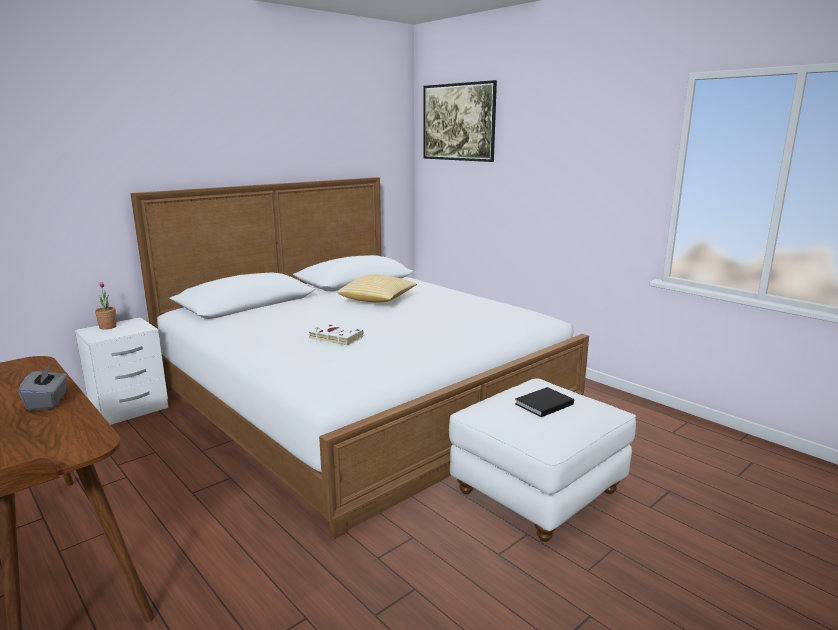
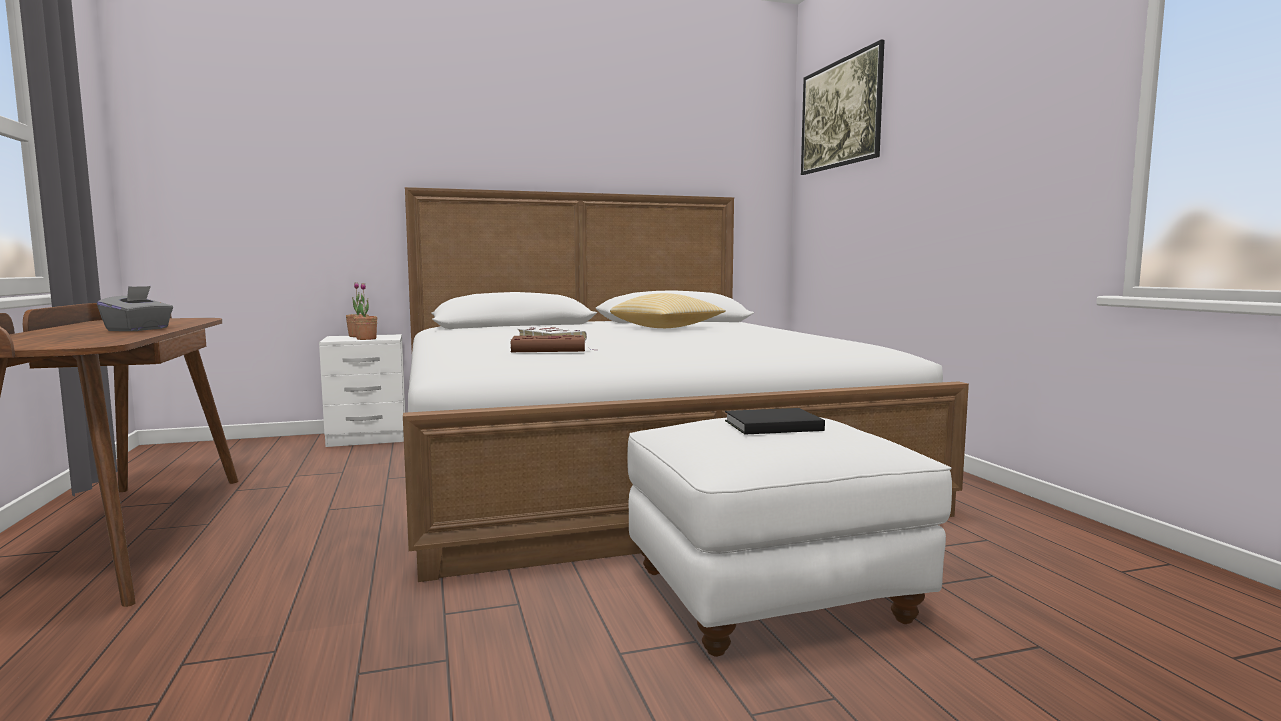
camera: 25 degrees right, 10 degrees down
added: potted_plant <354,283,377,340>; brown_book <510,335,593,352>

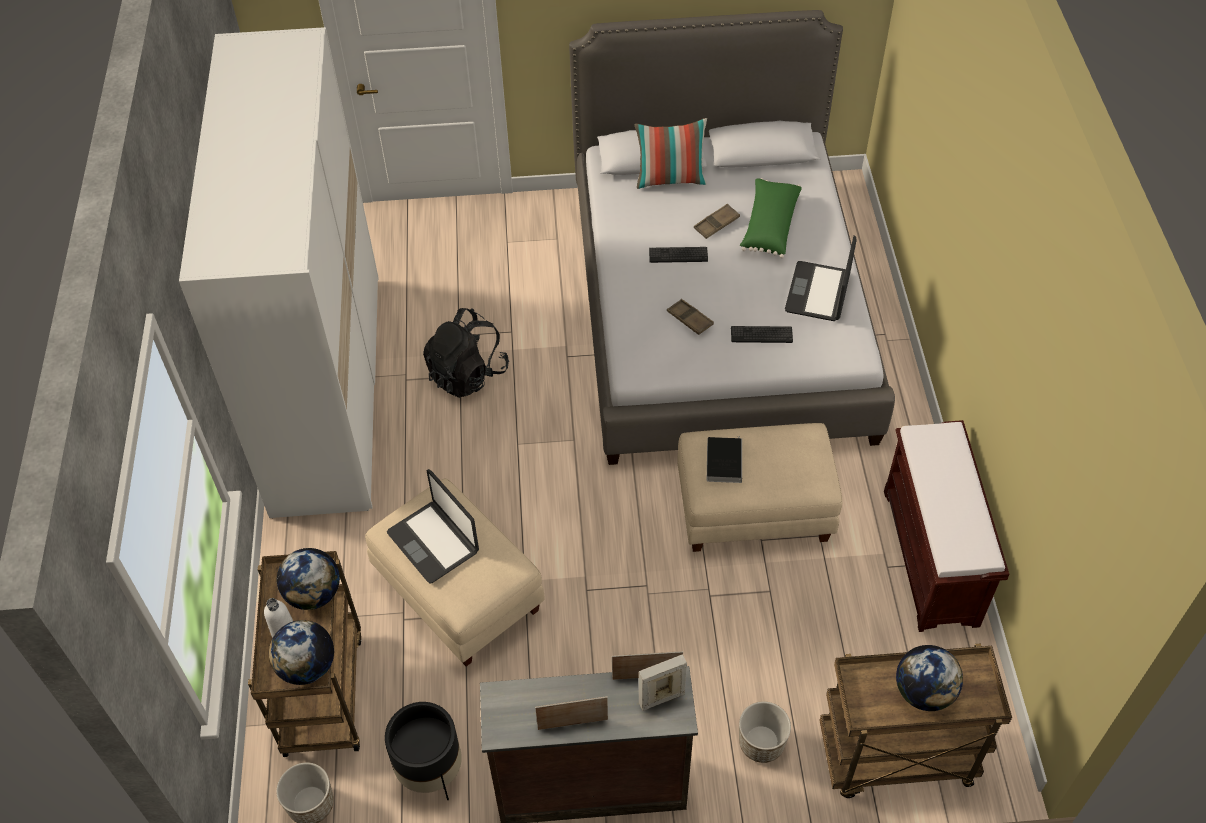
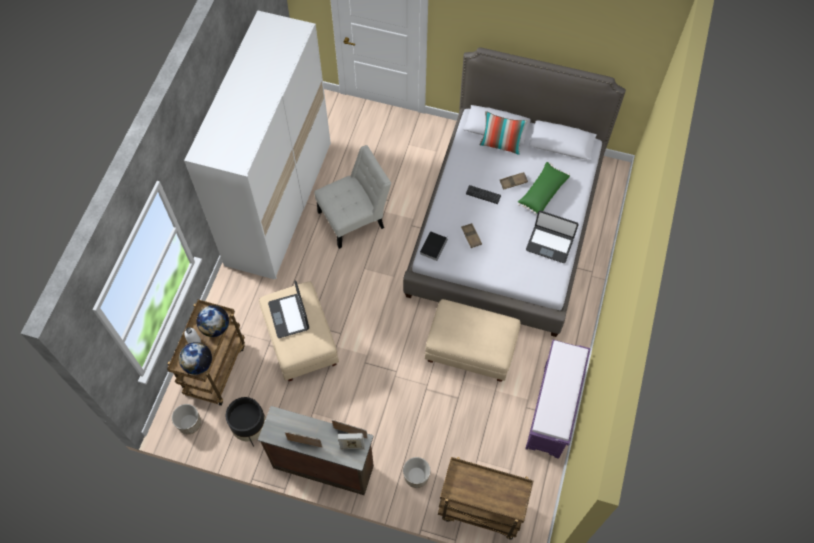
camera: 20 degrees right, 10 degrees up
removed: keyboard <731,326,793,343>; globe <896,645,963,711>
moved: book <707,436,742,483> to <420,231,448,261>
replaced: black_backpack <423,308,509,398> to white_chair <315,145,391,249>
recoloured: brown_bench <884,420,1009,632> to purple_bench <525,340,591,459>
turned: laptop <785,235,857,321> = <526,210,578,263> 105 degrees counterclockwise

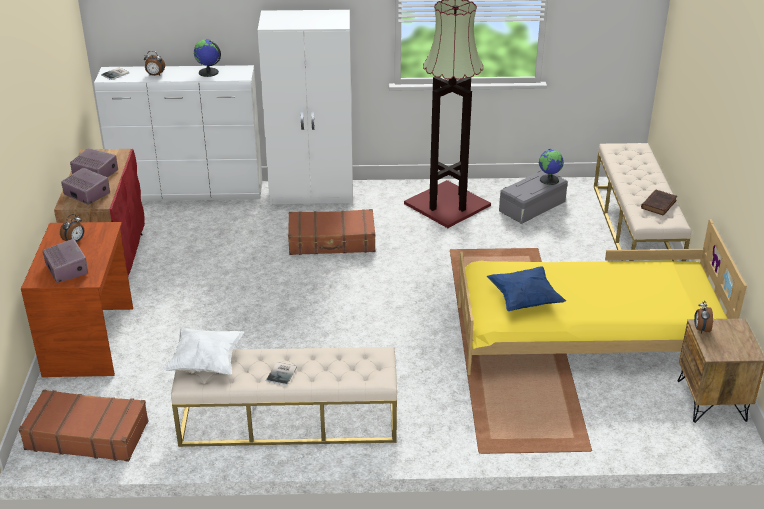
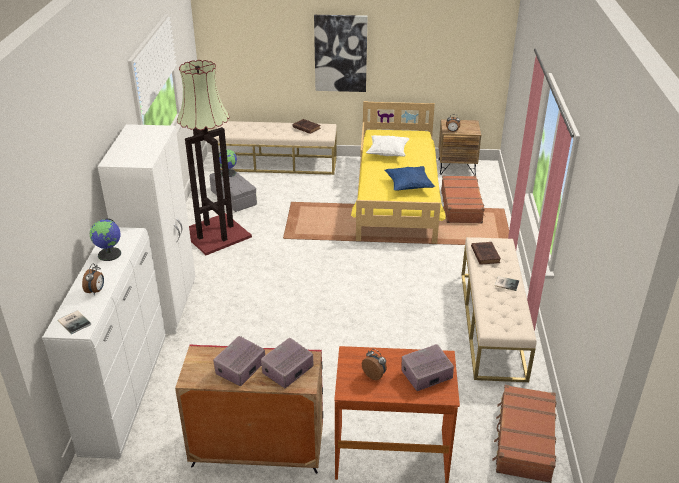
camera: 85 degrees left, 0 degrees up
added: picture <314,15,368,92>; brown_book <471,242,501,265>
moved: white_pillow <164,328,244,375> to <366,135,410,157>; brown_suitcase <288,209,375,255> to <441,175,485,223>

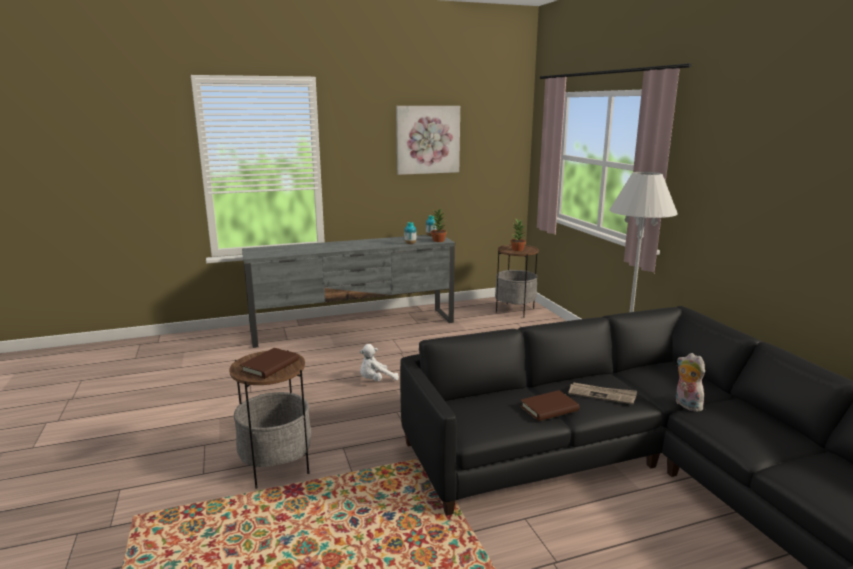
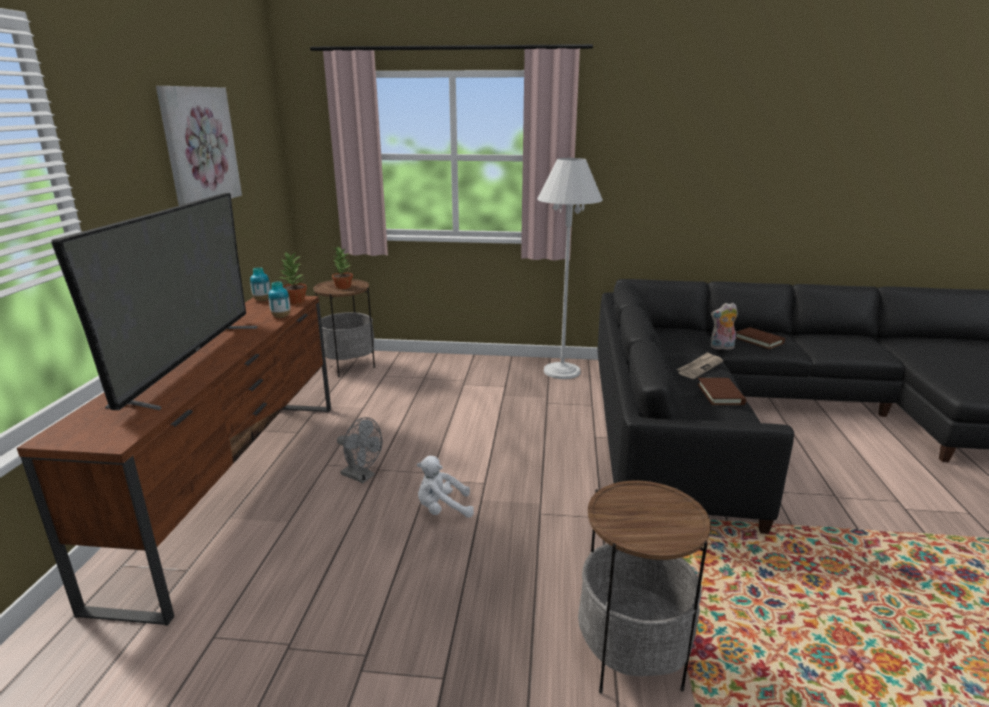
camera: 65 degrees left, 5 degrees up
added: television <51,193,258,410>; grey_fan <337,417,382,483>
moved: brown_book <240,348,299,379> to <736,327,785,349>
recoloured: grey_tv_stand <242,235,455,348> to brown_tv_stand <17,296,331,626>
turned: white_plush_toy <359,344,399,381> = <417,456,474,518> 90 degrees clockwise

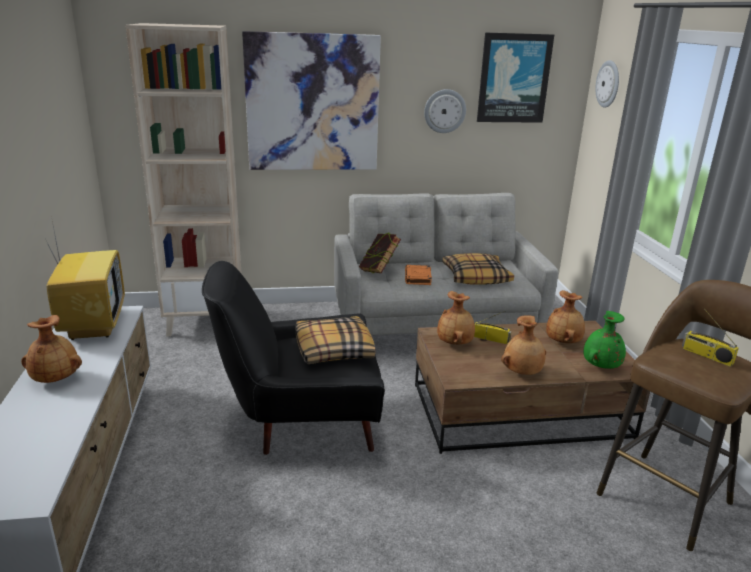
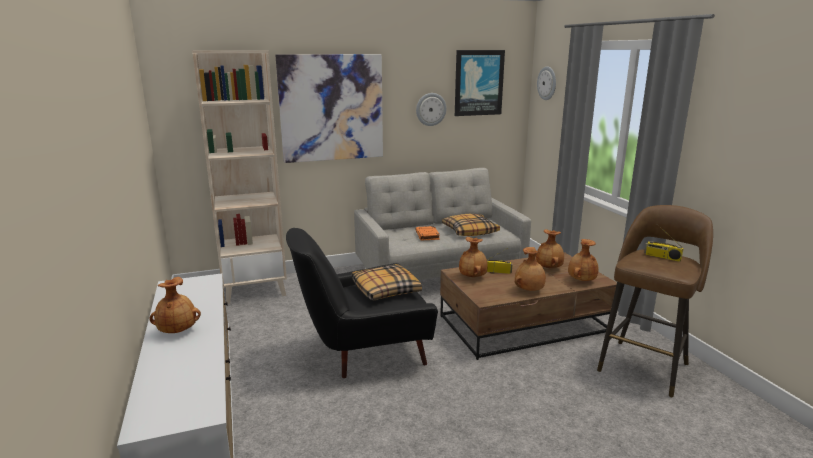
camera: 10 degrees left, 5 degrees down
removed: television <46,216,125,340>; book <359,232,401,274>
recoloured: green_vase <583,311,626,369> to brown_vase <568,239,599,281>

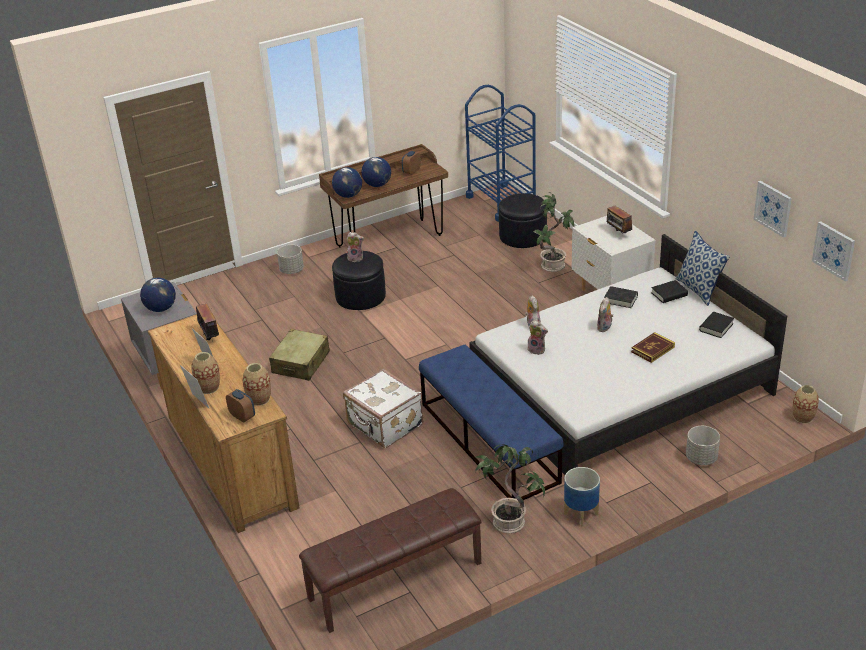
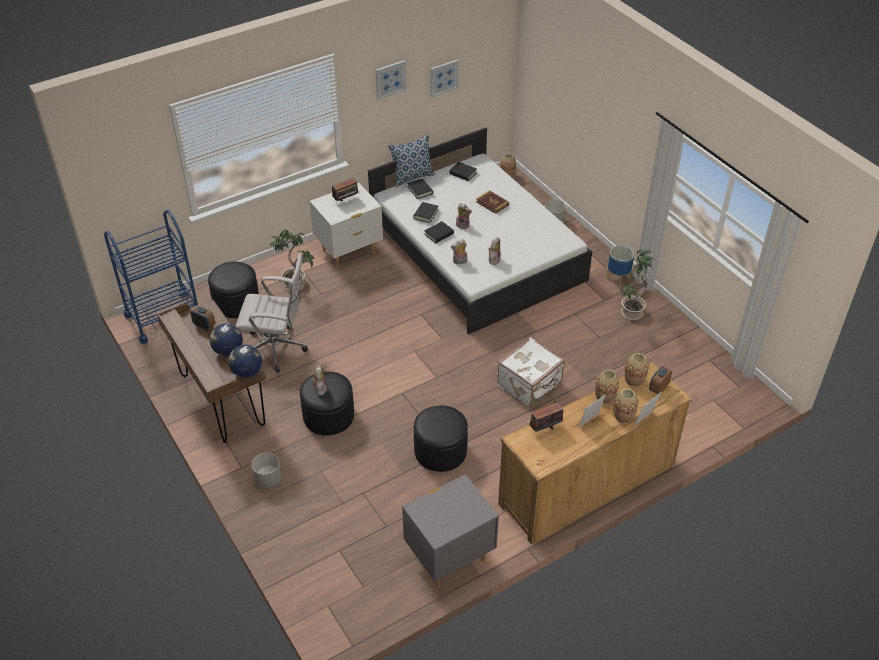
camera: 95 degrees left, 10 degrees up
removed: globe <140,278,176,312>; brown_bench <299,488,482,633>; blue_bench <419,345,564,500>
added: white_office_chair <236,253,308,372>; black_book <424,221,454,243>; vase <595,369,619,404>
moved: picture <812,221,855,282> to <376,60,406,100>
replaced: beige_suitcase <269,329,330,381> to black_ottoman <414,406,468,472>

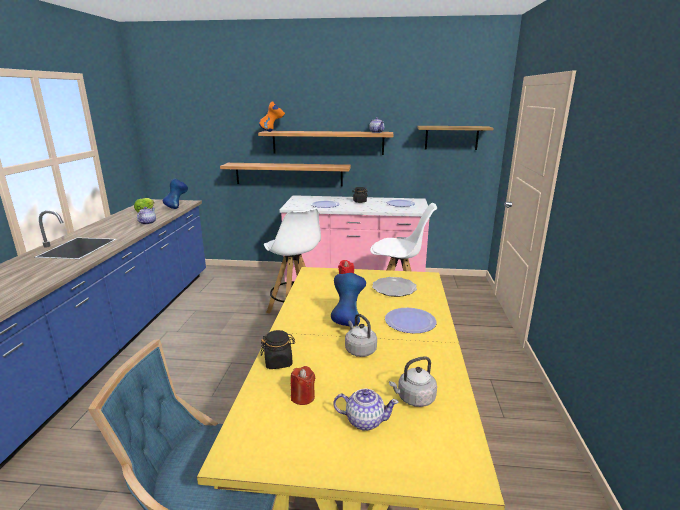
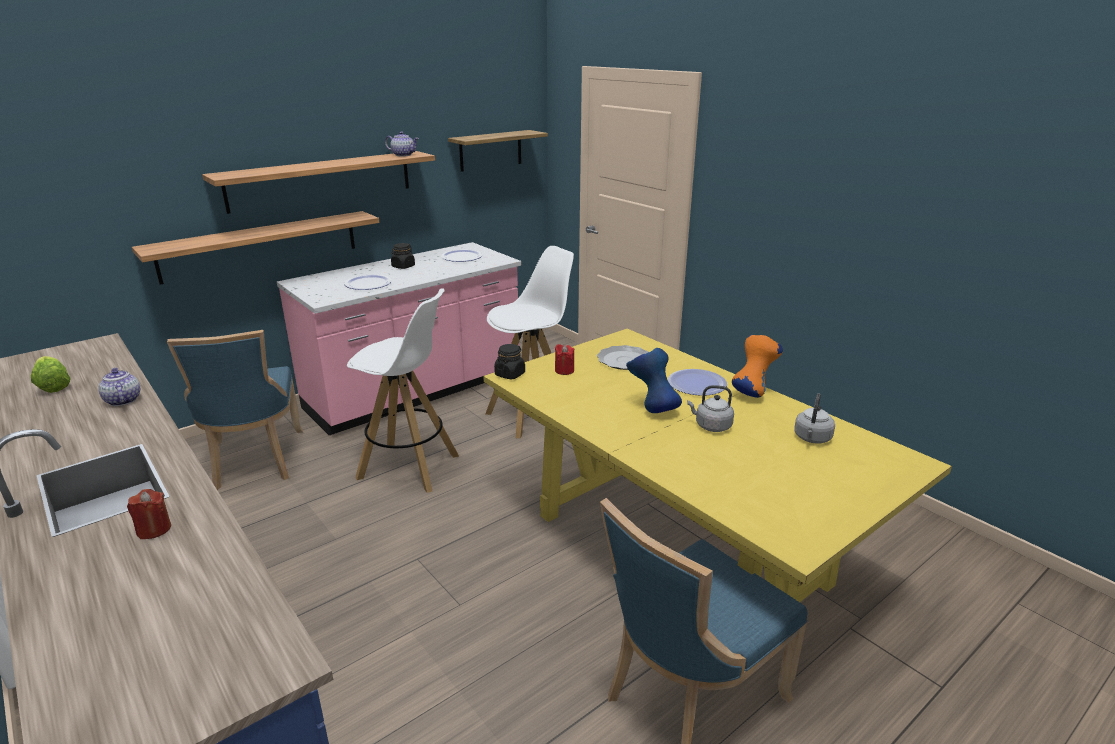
camera: 45 degrees left, 5 degrees up
removed: blue_vase <163,179,188,209>; teapot <334,389,399,431>
added: blue_chair <167,330,303,490>
moved: red_candle <291,366,315,405> to <127,489,171,539>; black_jar <261,330,295,369> to <494,344,525,379>; orange_vase <259,101,285,132> to <732,335,783,398>

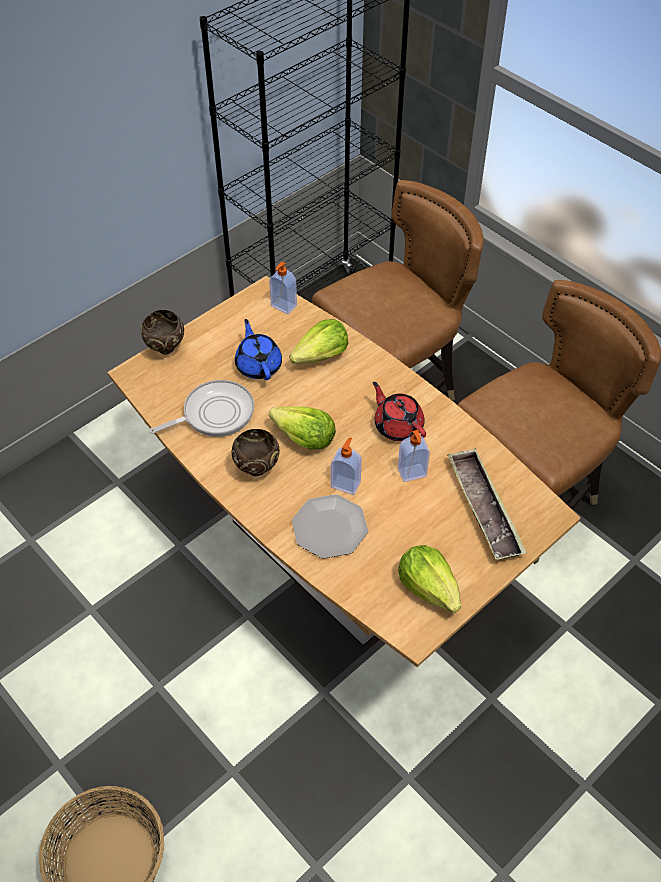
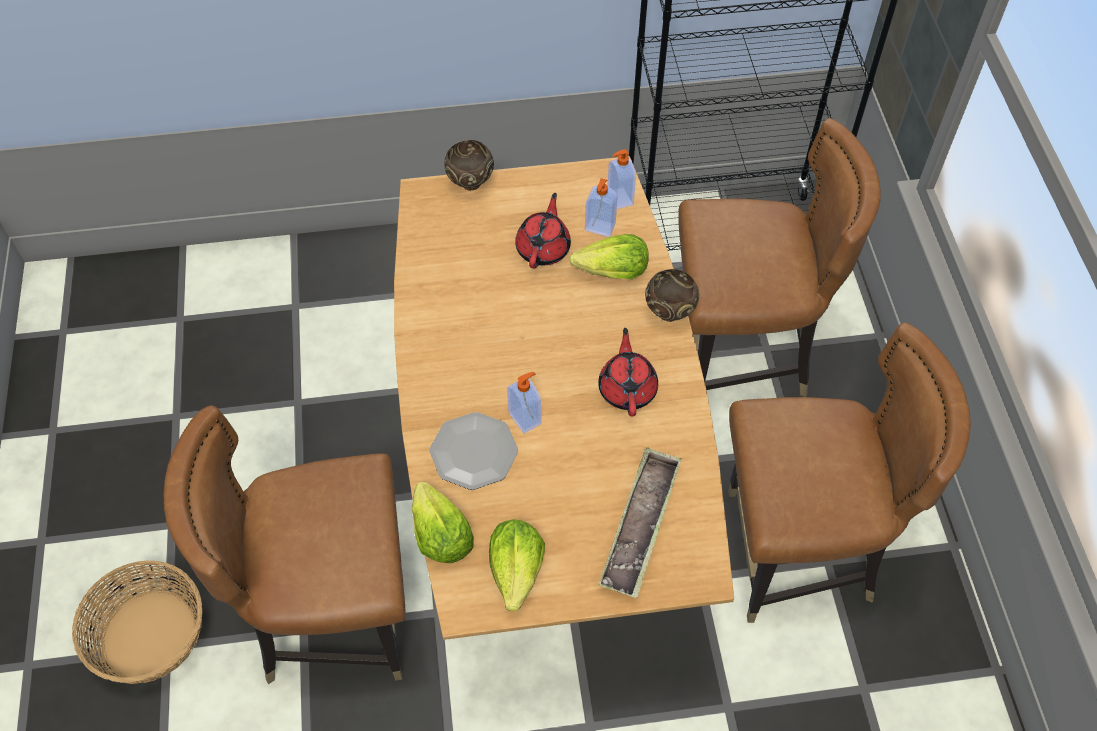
camera: 35 degrees right, 5 degrees up
removed: frying_pan <149,380,254,437>
added: brown_chair <164,405,406,684>
moved: lettuce <269,406,336,449> to <412,481,474,563>; soap_dispenser <398,430,430,482> to <585,178,618,237>; brown_bowl <232,429,279,476> to <645,269,699,322>
recoloured: blue_teapot <235,319,282,380> to red_teapot <515,193,571,269>

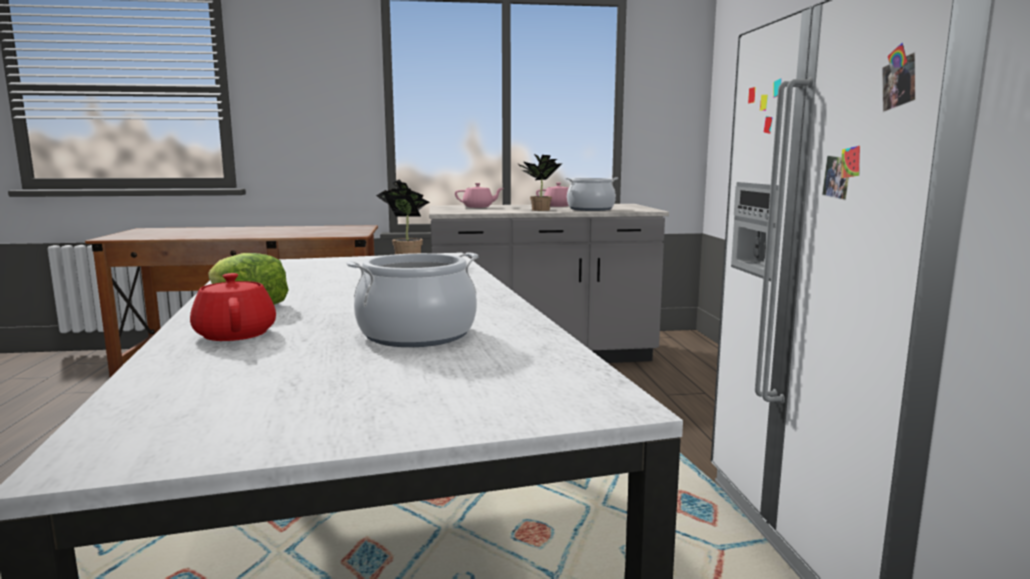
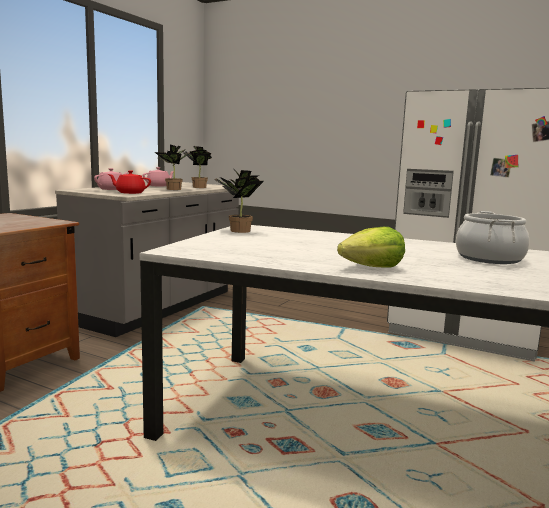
camera: 55 degrees left, 0 degrees up
moved: red_teapot <190,273,276,341> to <108,170,151,194>
replaced: cooking_pot <565,177,618,211> to potted_plant <182,146,212,188>

